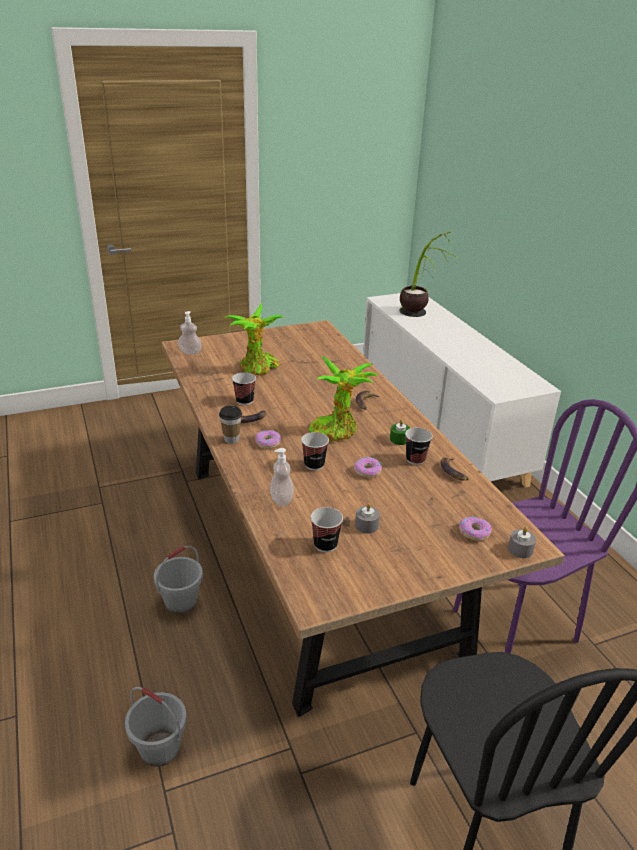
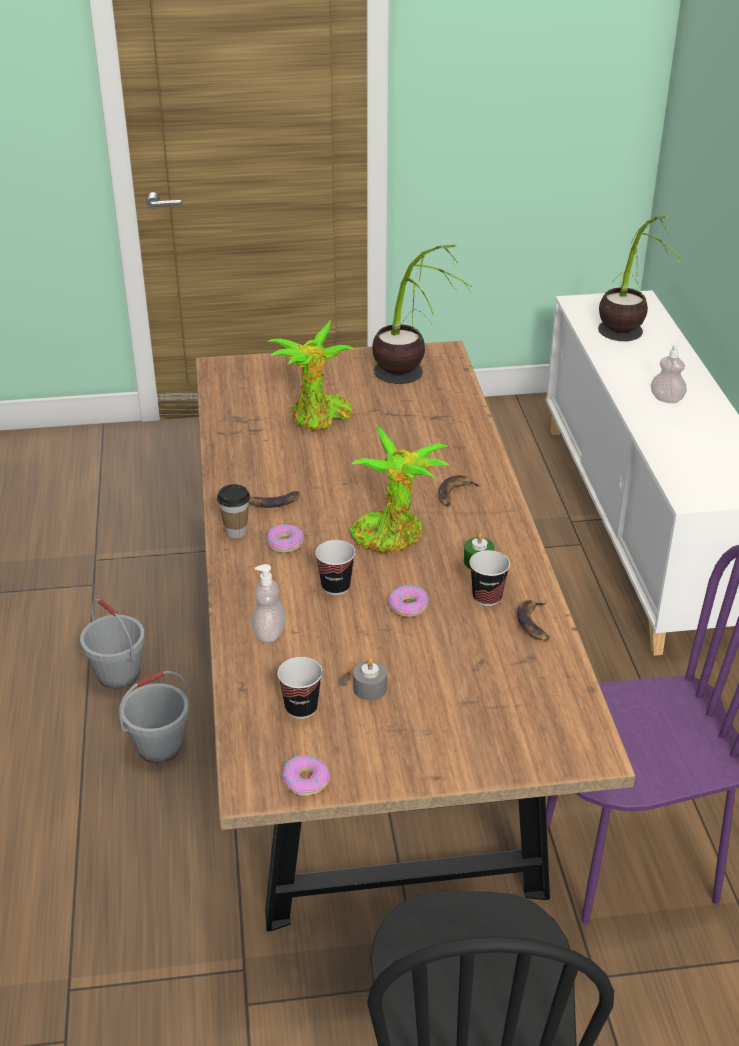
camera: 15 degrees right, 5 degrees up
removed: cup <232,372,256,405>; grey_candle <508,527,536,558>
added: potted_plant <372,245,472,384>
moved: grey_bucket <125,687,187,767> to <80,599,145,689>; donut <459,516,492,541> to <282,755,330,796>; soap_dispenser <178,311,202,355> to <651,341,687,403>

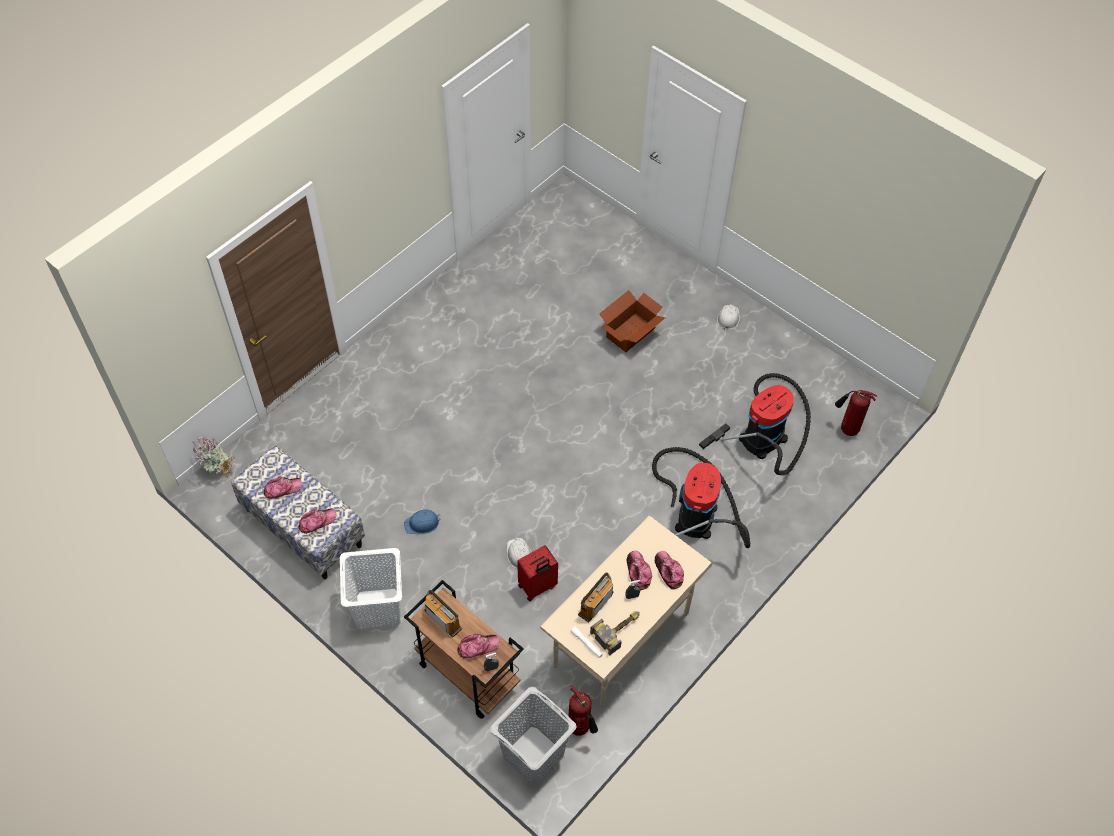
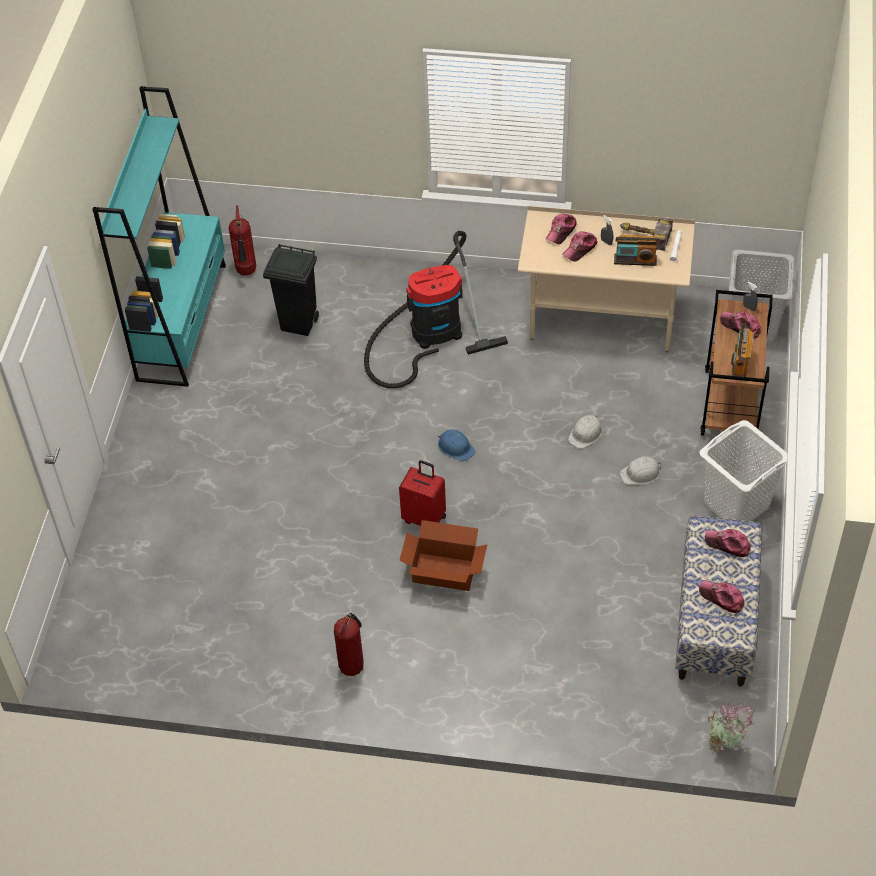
camera: 120 degrees left, 5 degrees down
added: turquoise_bookcase <92,86,226,387>
moved: fire_extinguisher <568,685,598,736> to <334,613,364,676>; red_suitcase <517,545,558,601> to <399,460,446,526>; cardboard_box <599,290,665,352> to <399,520,487,591>; blue_hard_hat <404,510,440,534> to <437,429,476,461>; white_hard_hat <717,304,740,330> to <620,457,661,485>
replaced: vacuum_cleaner <699,373,811,475> to black_trash_can <263,244,319,336>

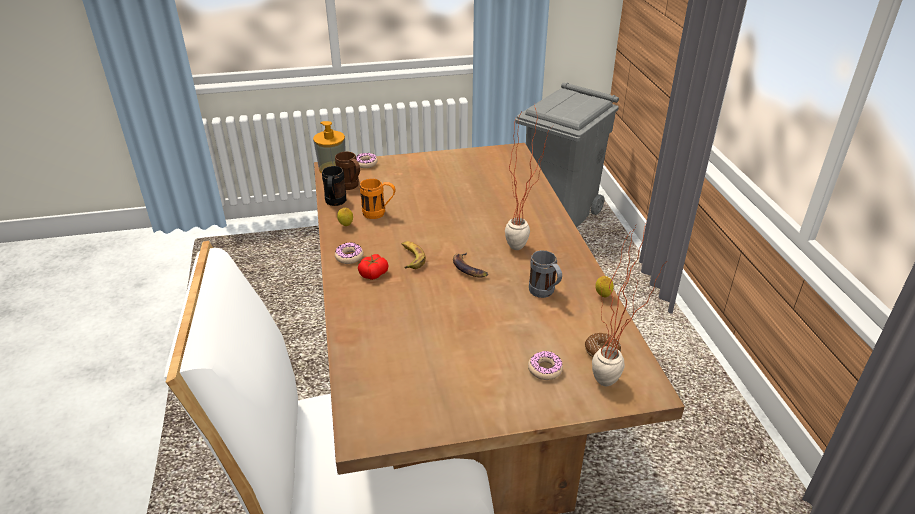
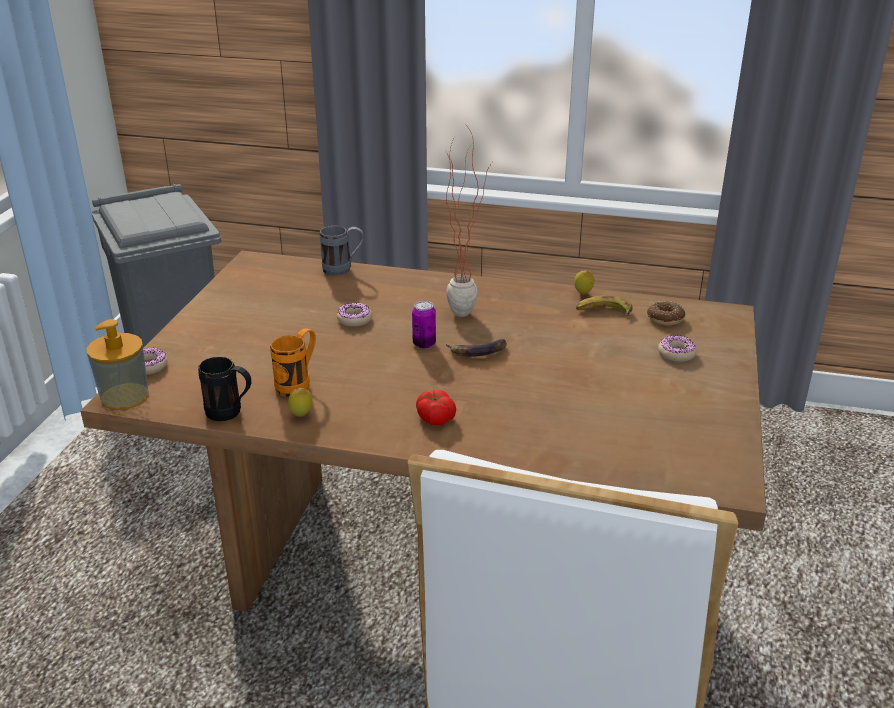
camera: 65 degrees left, 5 degrees down
removed: brown_mug <335,151,360,190>; potted_plant <592,224,665,386>
added: can <412,301,436,349>
moved: grey_mug <529,250,562,298> to <319,226,364,276>; donut <335,242,363,264> to <337,303,372,327>; banana <402,241,426,269> to <576,295,632,316>

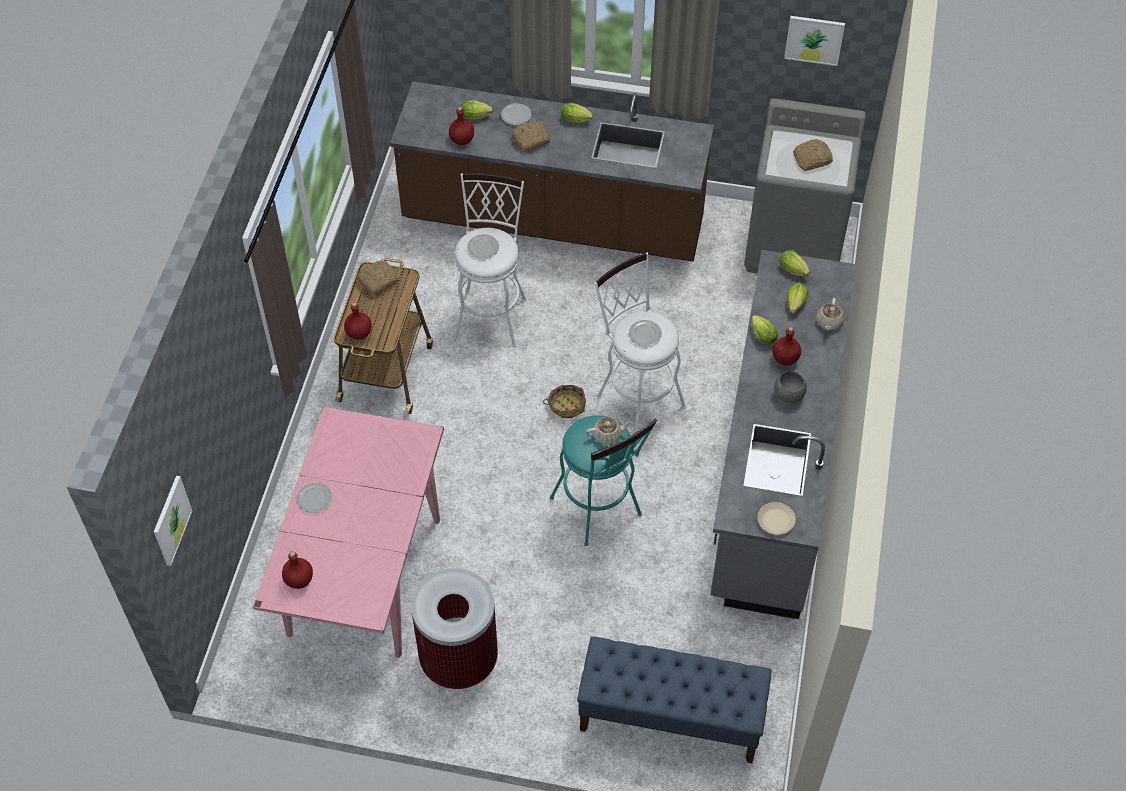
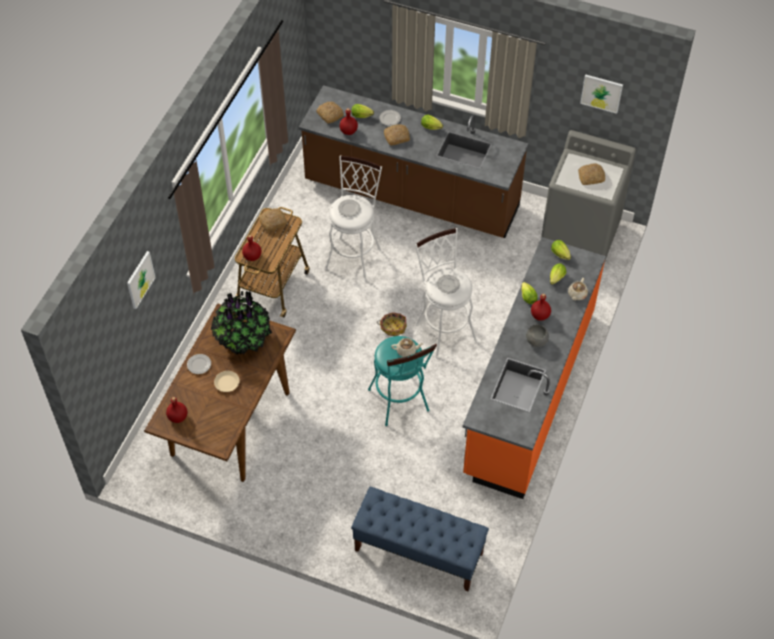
camera: 10 degrees right, 0 degrees up
removed: trash_can <411,568,498,689>
added: potted_plant <211,291,272,355>; bread <316,102,344,124>
moved: picture <154,476,192,566> to <127,251,156,309>; beige_plate <758,502,795,535> to <214,371,240,392>
recoloured: pink_dining_table <253,407,444,657> to brown_dining_table <144,303,296,482>; grey_counter <710,250,855,619> to orange_counter <462,237,606,499>

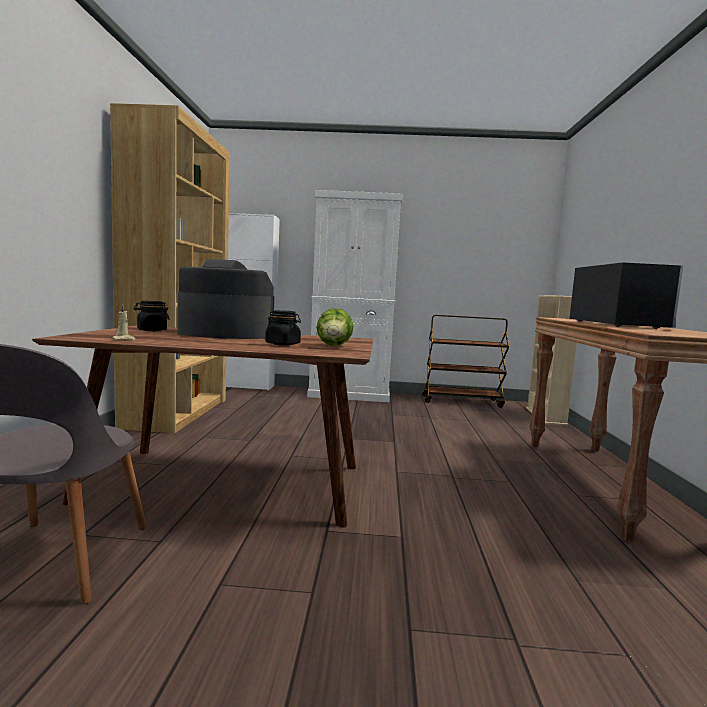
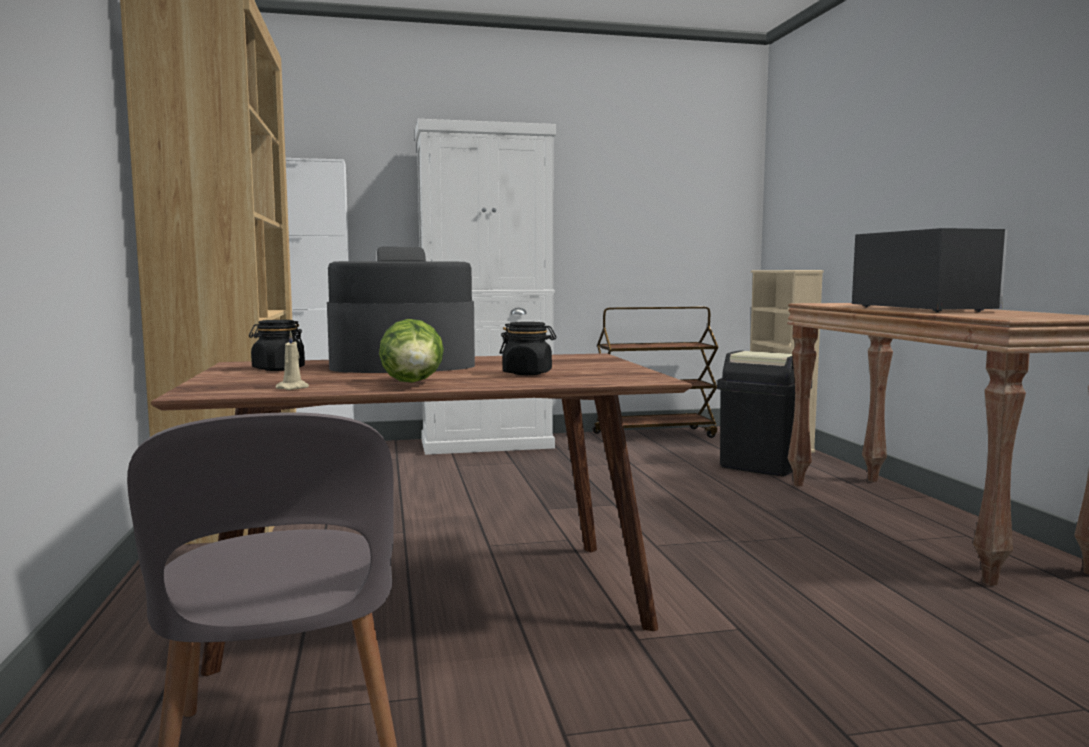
camera: 15 degrees left, 0 degrees up
added: black_trash_can <717,350,812,476>
moved: lettuce <317,308,354,346> to <379,319,444,383>

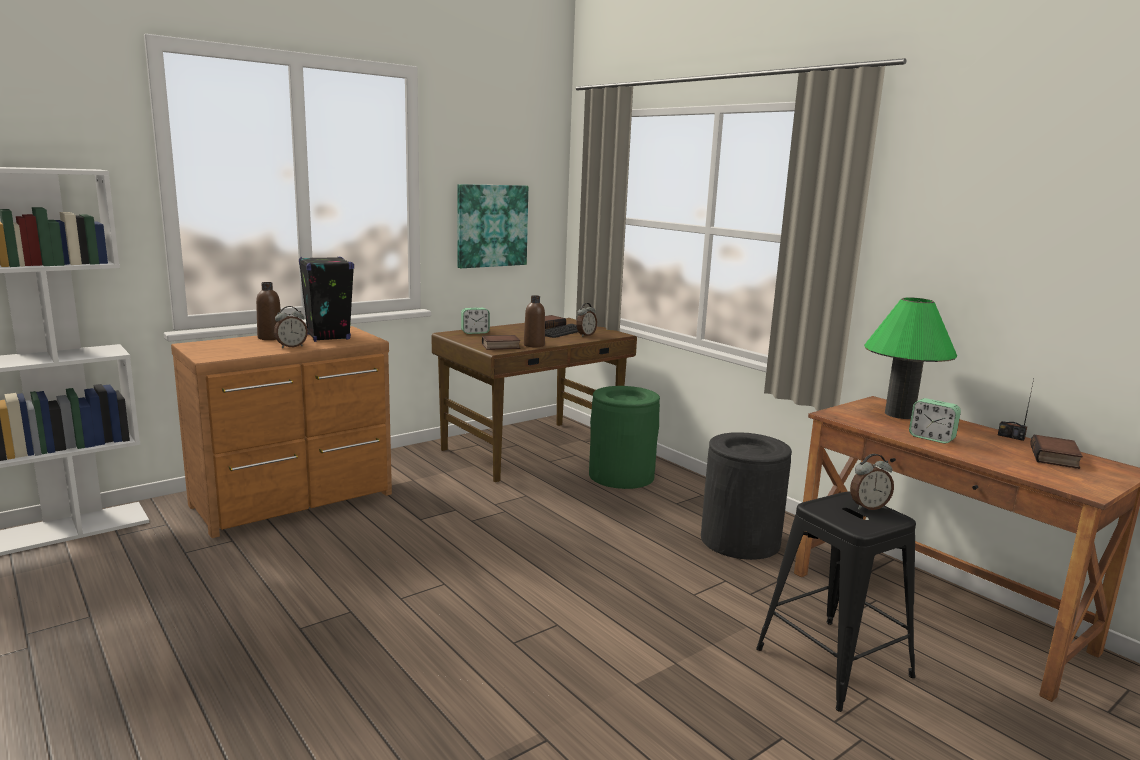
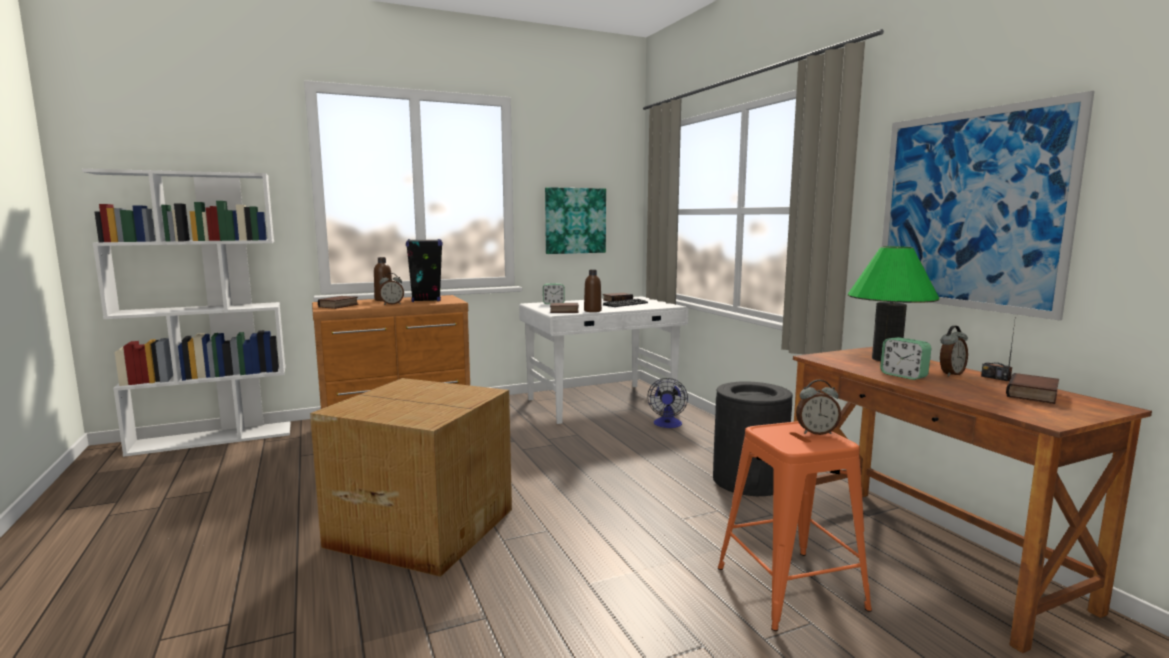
camera: 15 degrees right, 5 degrees down
added: cardboard_box <310,378,512,577>; book <318,296,358,309>; picture <882,91,1095,320>
moved: alarm_clock <576,303,597,337> to <940,326,968,377>
replaced: green_trash_can <589,386,660,489> to fan <647,378,688,428>
recoloured: brown_desk <432,318,637,482> to white_desk <519,296,688,424>; black_stool <756,492,916,712> to orange_stool <718,421,872,631>

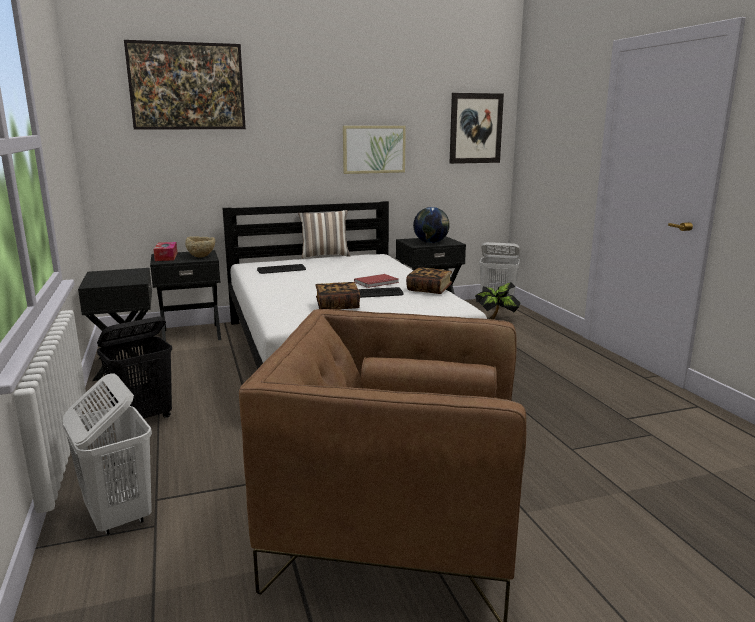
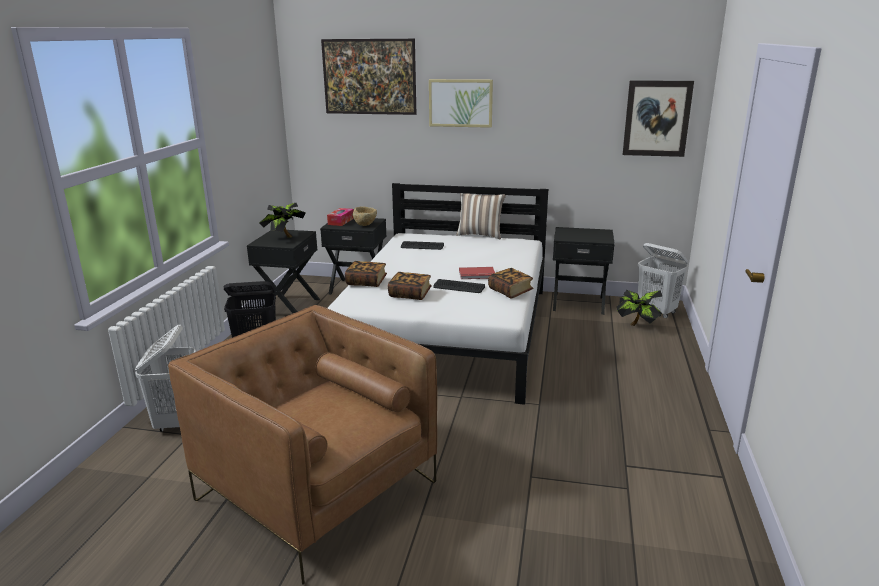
camera: 30 degrees right, 5 degrees up
removed: globe <413,207,450,243>
added: potted_plant <259,203,306,238>; book <345,261,387,287>
moved: picture <343,126,406,174> to <429,79,493,128>

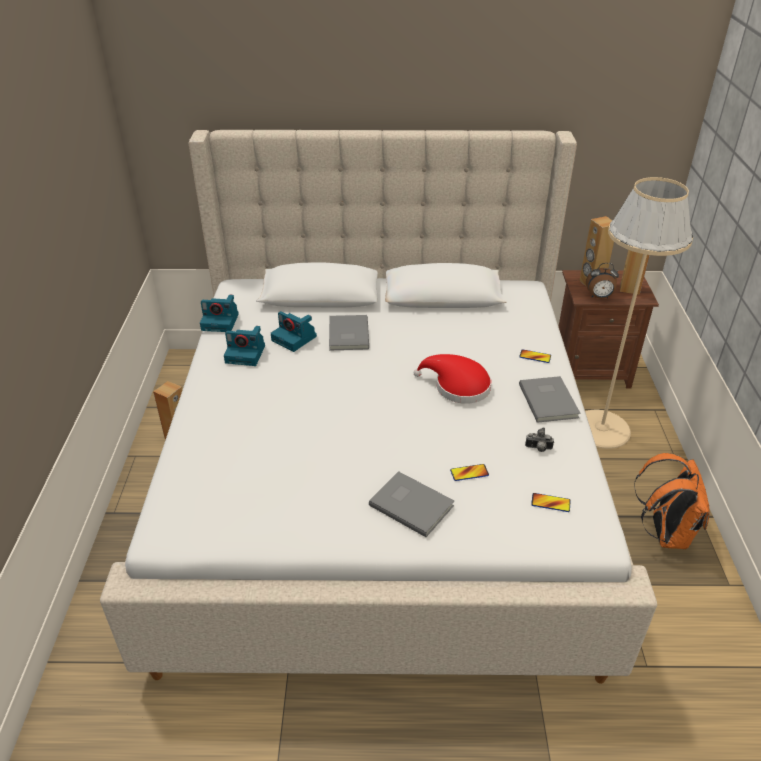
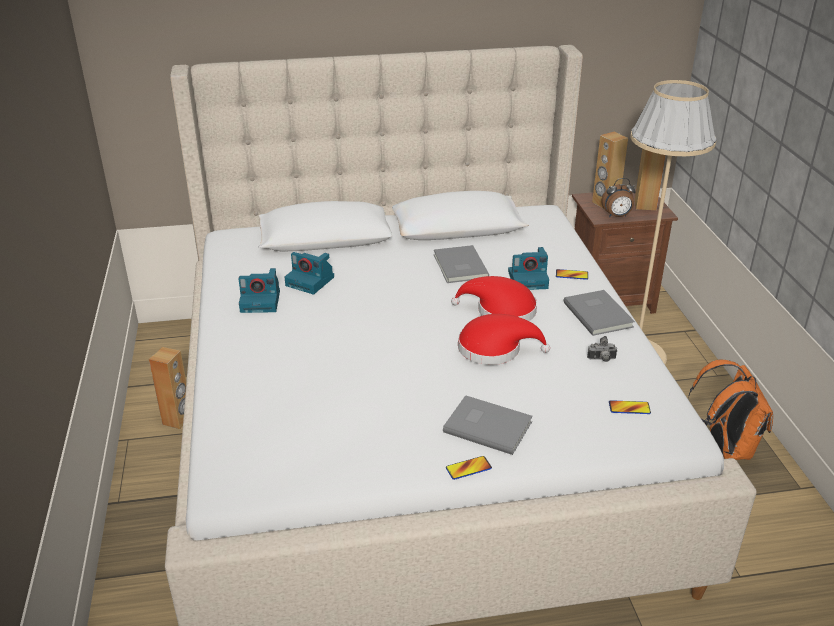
camera: 10 degrees left, 5 degrees down
added: red_hat <458,314,550,365>
moved: grey_book <329,315,369,350> to <434,245,489,283>; phone <450,464,489,481> to <446,456,492,480>; photo_camera <200,295,239,332> to <508,247,549,290>

